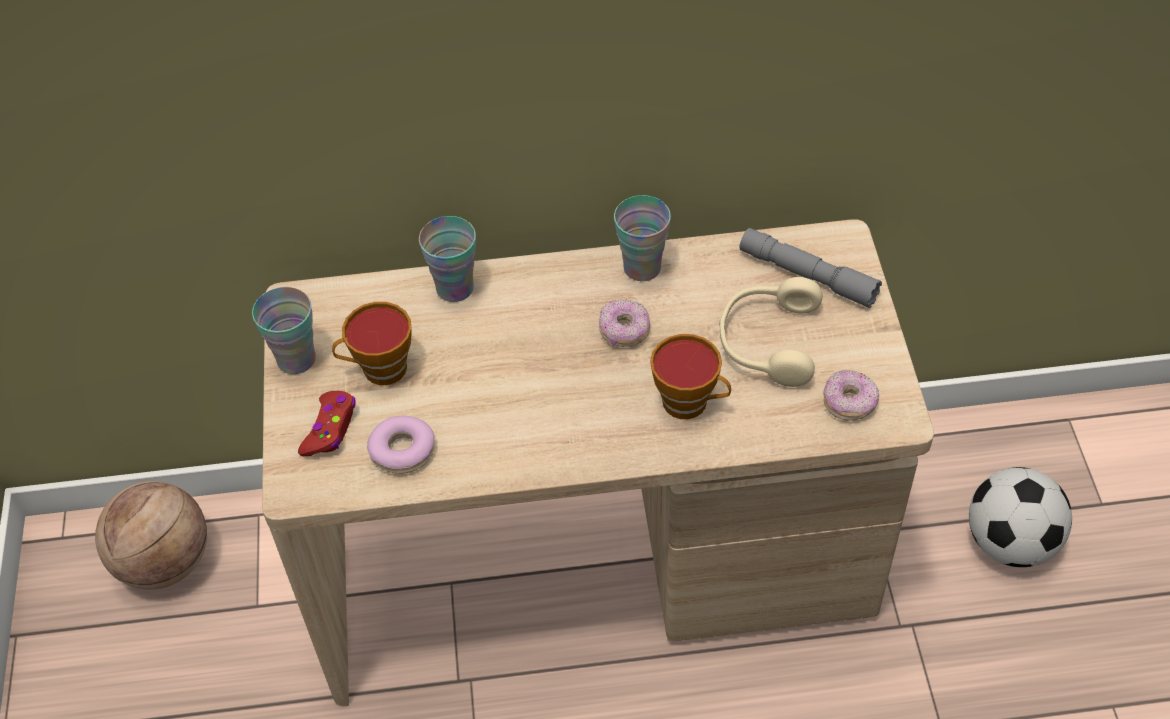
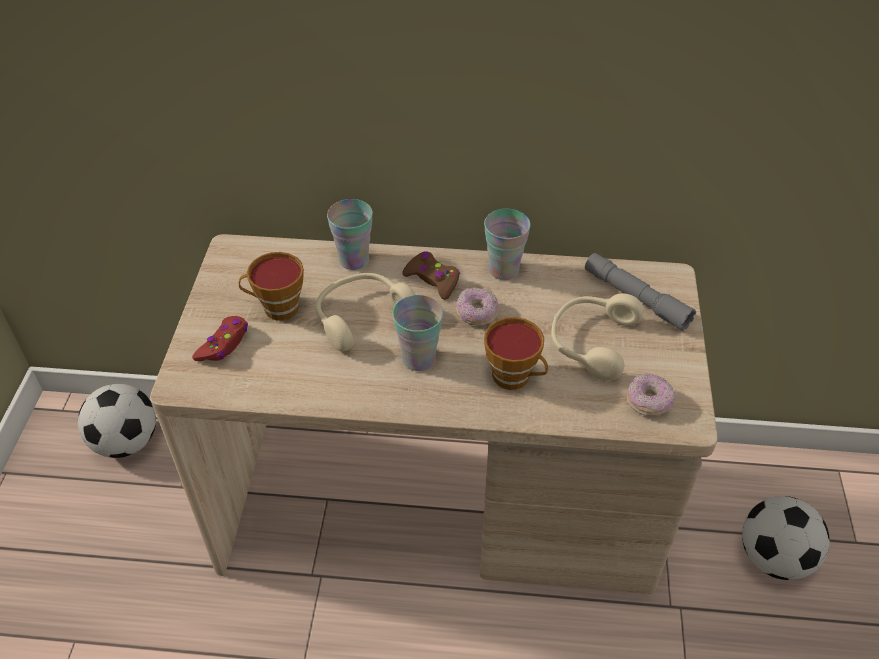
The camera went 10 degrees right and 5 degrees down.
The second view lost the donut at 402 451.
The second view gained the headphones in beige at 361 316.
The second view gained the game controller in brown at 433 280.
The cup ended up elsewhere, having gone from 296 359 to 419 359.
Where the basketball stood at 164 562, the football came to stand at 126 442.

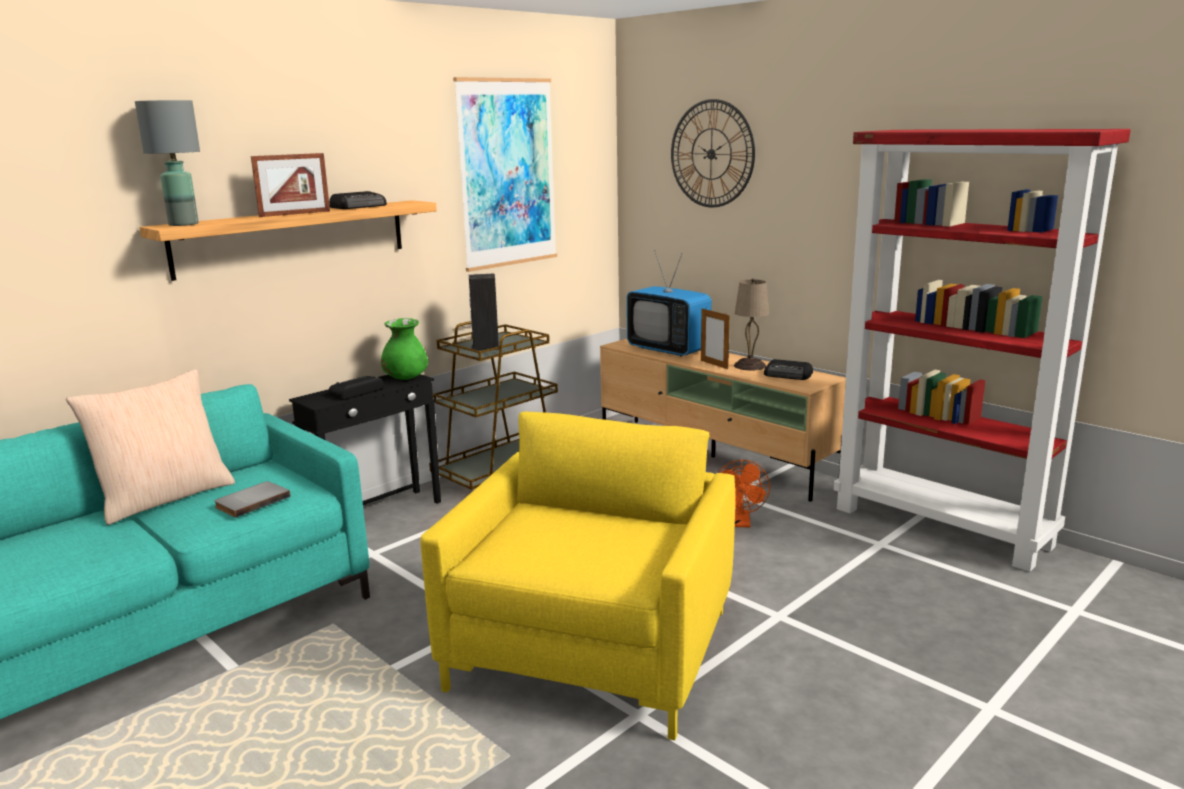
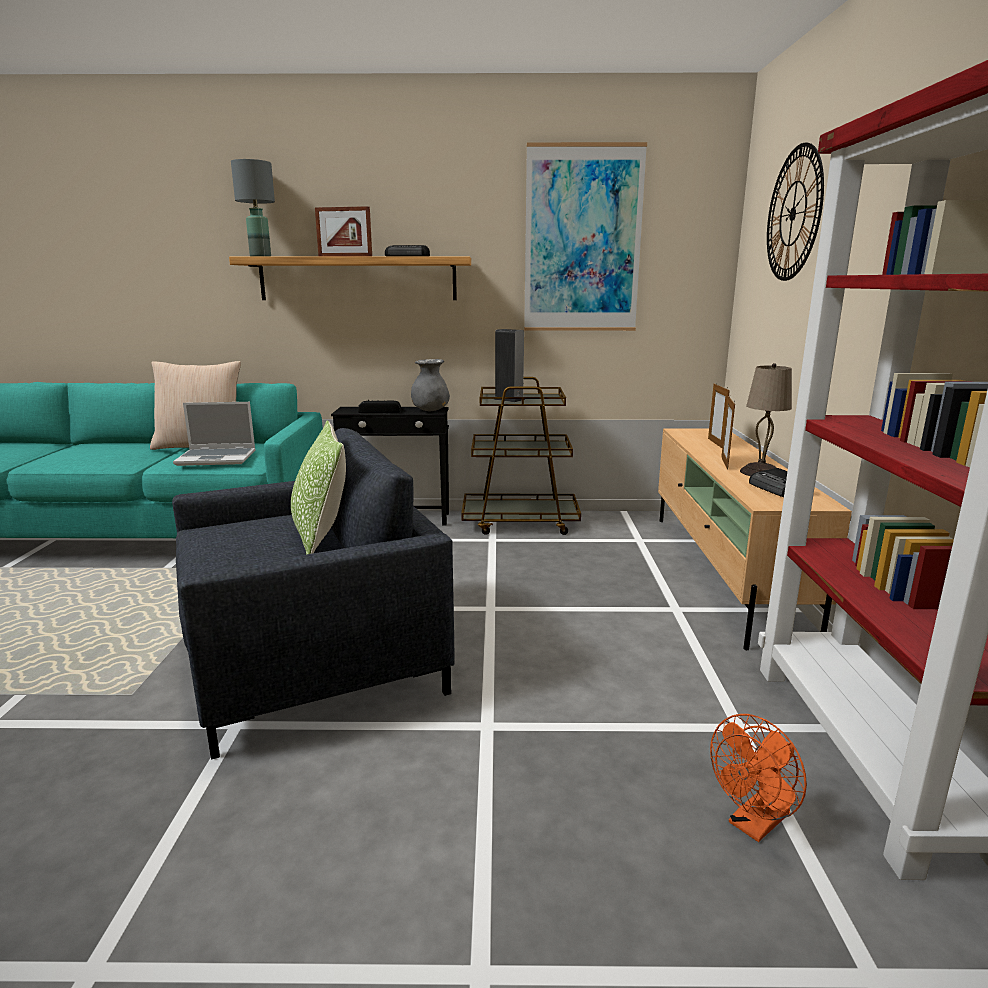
The camera went 45 degrees right and 0 degrees up.
The second view gained the pillow at 321 536.
The fan in orange ended up elsewhere, having gone from 741 523 to 753 825.
Where the book in grey stood at 251 501, the laptop came to stand at 217 458.
Where the television stood at 668 350, the picture frame came to stand at 715 443.
What was the vase in green at 405 378 turned into the vase in grey at 430 410.
What was the armchair in yellow at 593 649 turned into the armchair in grey at 314 663.

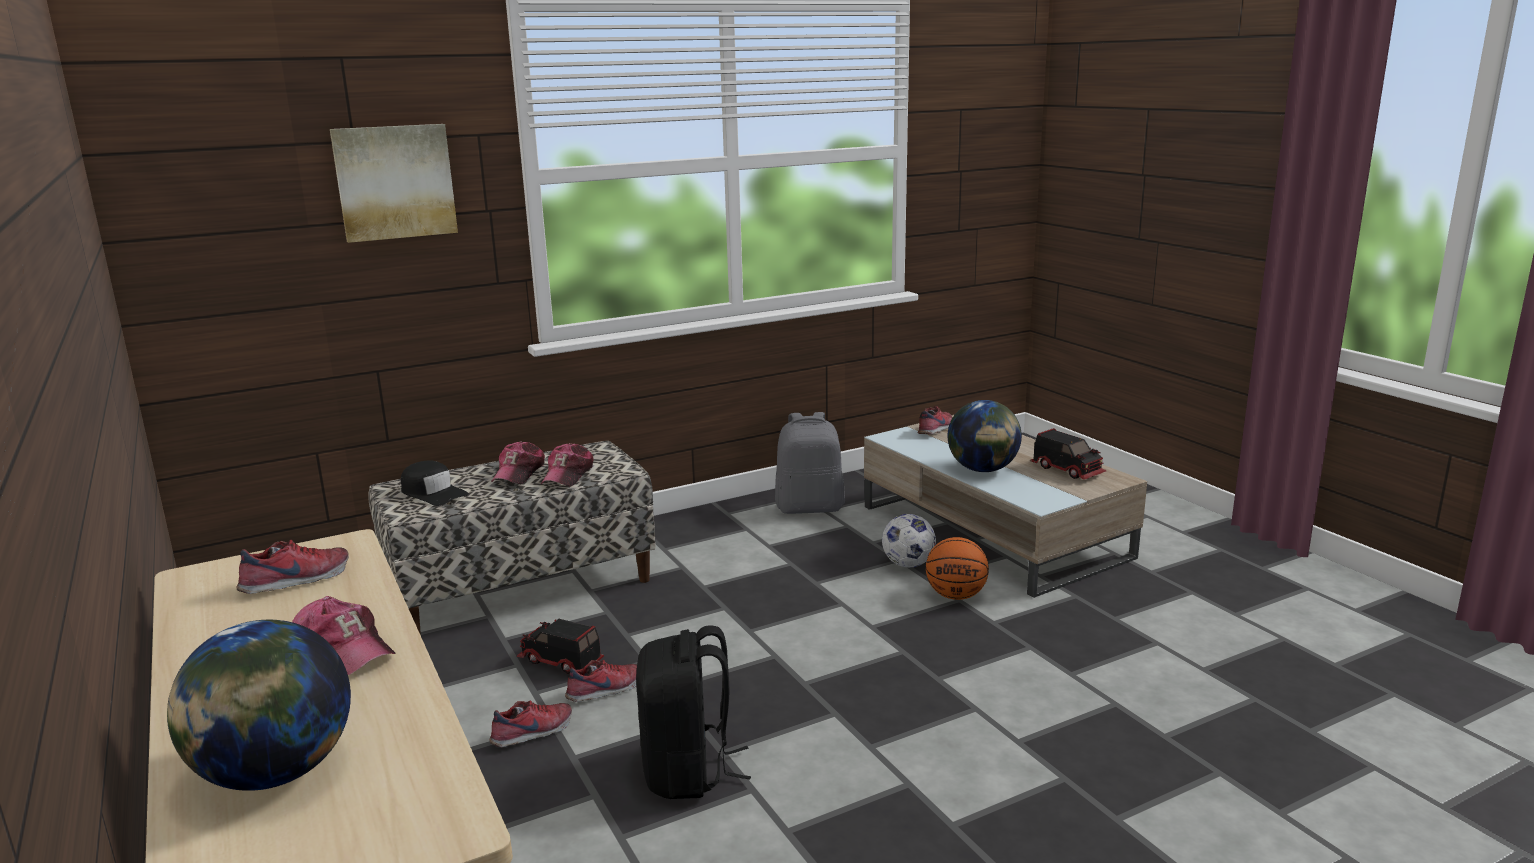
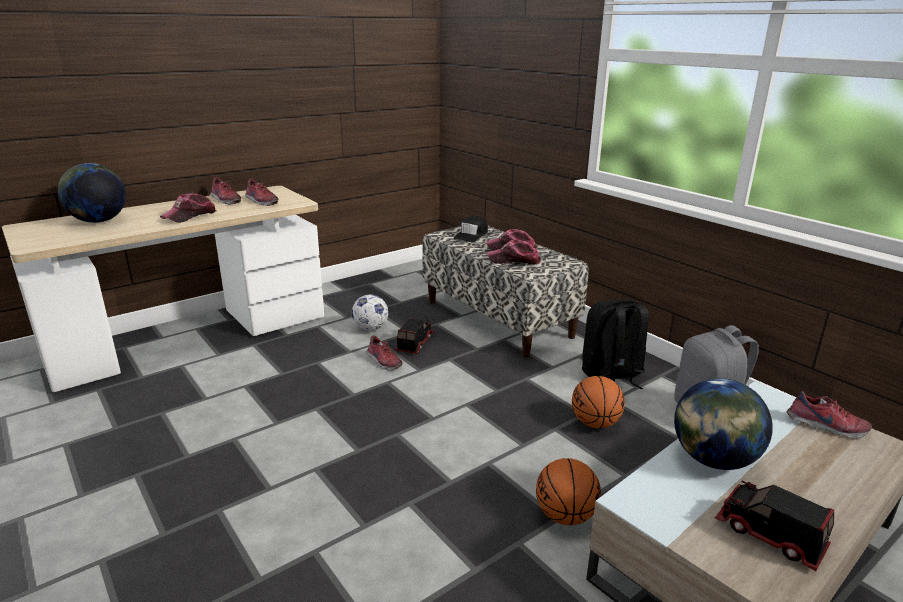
The camera went 80 degrees right and 5 degrees up.
The second view lost the picture at 395 182.
The second view gained the basketball at 595 423.
The shoe ended up elsewhere, having gone from 533 733 to 224 200.
The backpack in black ended up elsewhere, having gone from 689 771 to 611 375.
The football ended up elsewhere, having gone from 908 564 to 371 328.
The toy truck at 1067 470 ended up facing another way, 90 degrees clockwise from before.

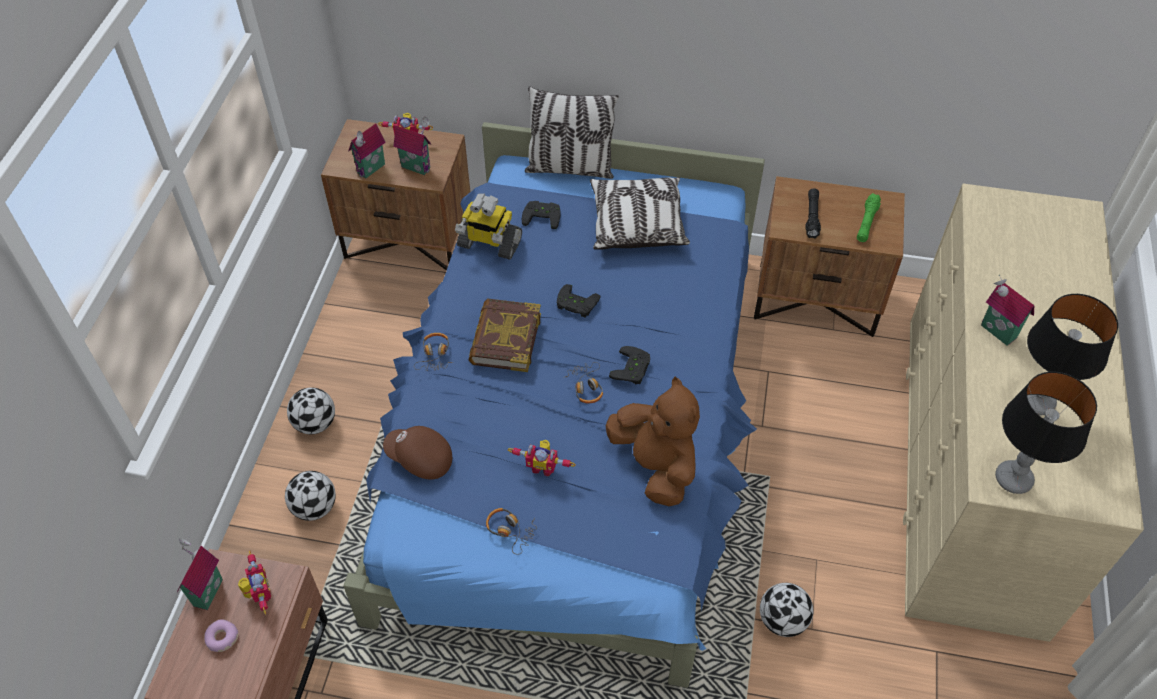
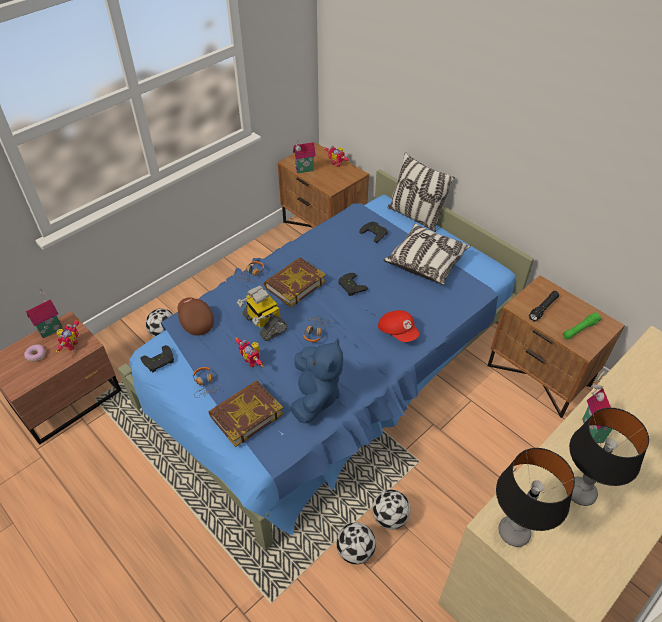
The camera went 35 degrees right and 5 degrees down.
The second view lost the toy house at 417 166.
The second view gained the book at 246 415.
The second view gained the cap in red at 398 331.
The football ended up elsewhere, having gone from 315 423 to 390 517.
The toy robot ended up elsewhere, having gone from 489 243 to 263 323.
The game controller in black ended up elsewhere, having gone from 633 369 to 159 362.
What was the plush toy in brown at 655 466 turned into the plush toy in blue at 315 396.

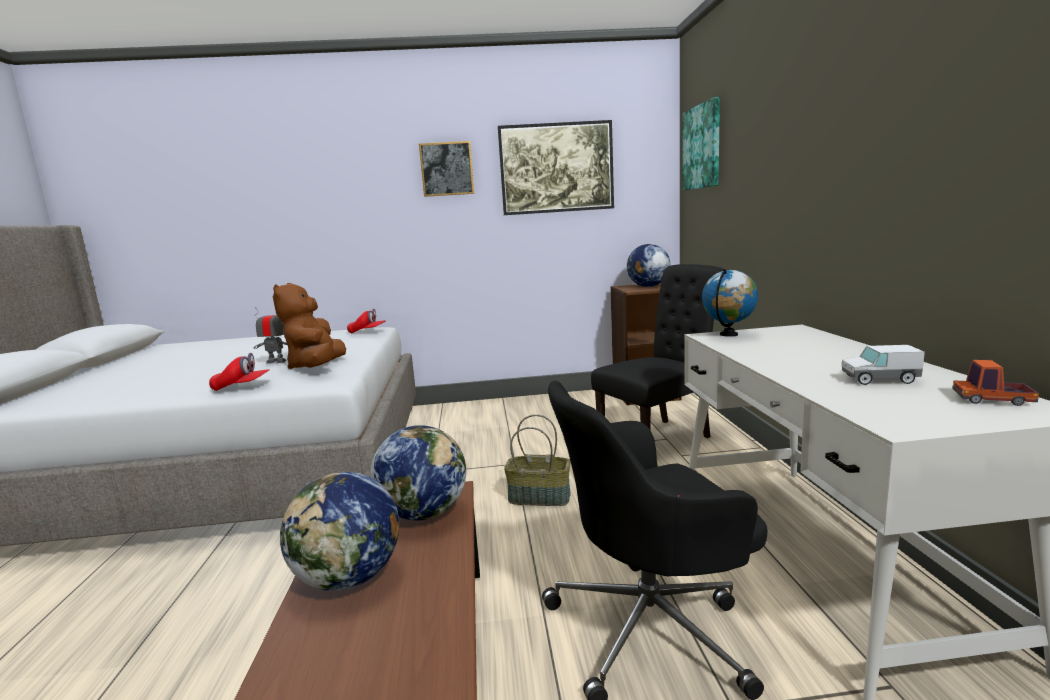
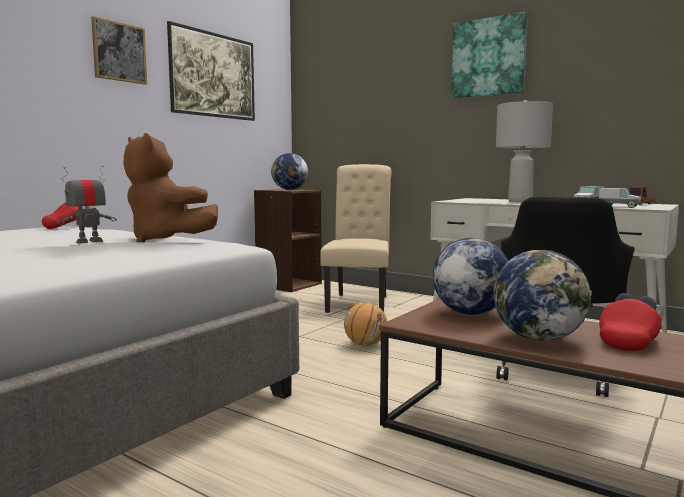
The camera went 50 degrees left and 5 degrees down.
The second view lost the globe at 729 334.
The second view gained the table lamp in grey at 520 201.
The second view gained the toy truck at 619 206.
The cap in red ended up elsewhere, having gone from 241 387 to 628 341.
The picture ended up elsewhere, having gone from 702 147 to 488 57.
Where the basket stood at 540 497, the basketball came to stand at 365 345.
What was the chair in black at 660 438 turned into the chair in beige at 359 302.

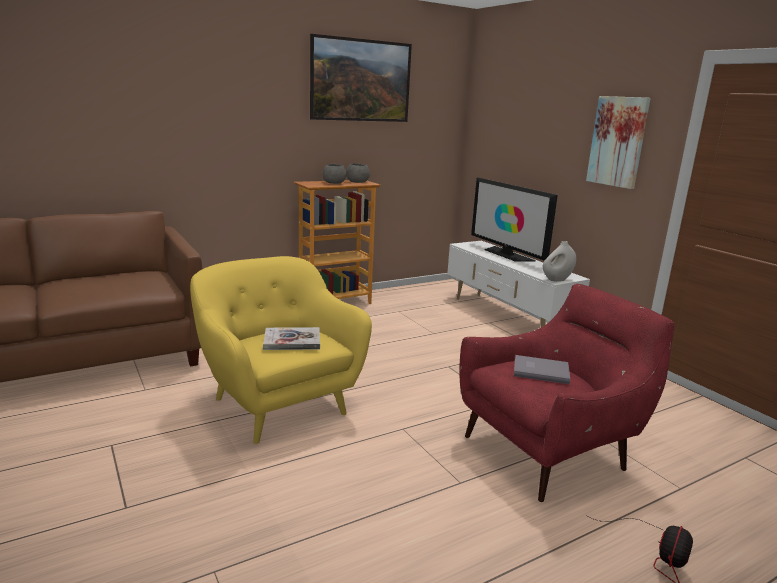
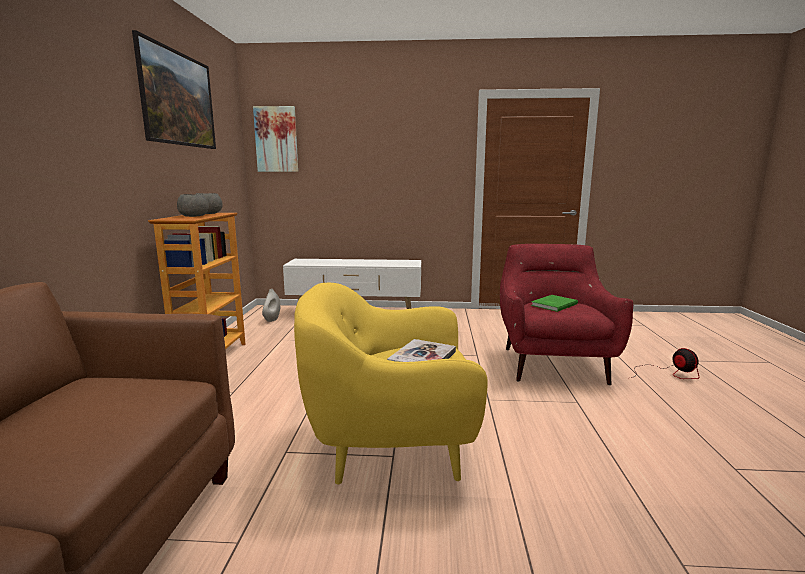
The camera went 55 degrees left and 5 degrees down.
The second view lost the television at 507 254.
The vase in white ended up elsewhere, having gone from 557 280 to 272 319.
The picture ended up elsewhere, having gone from 618 141 to 276 139.
What was the book in grey at 540 370 turned into the book in green at 553 304.

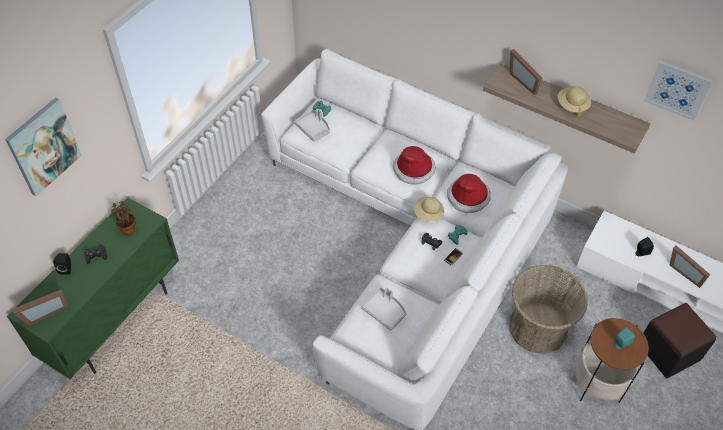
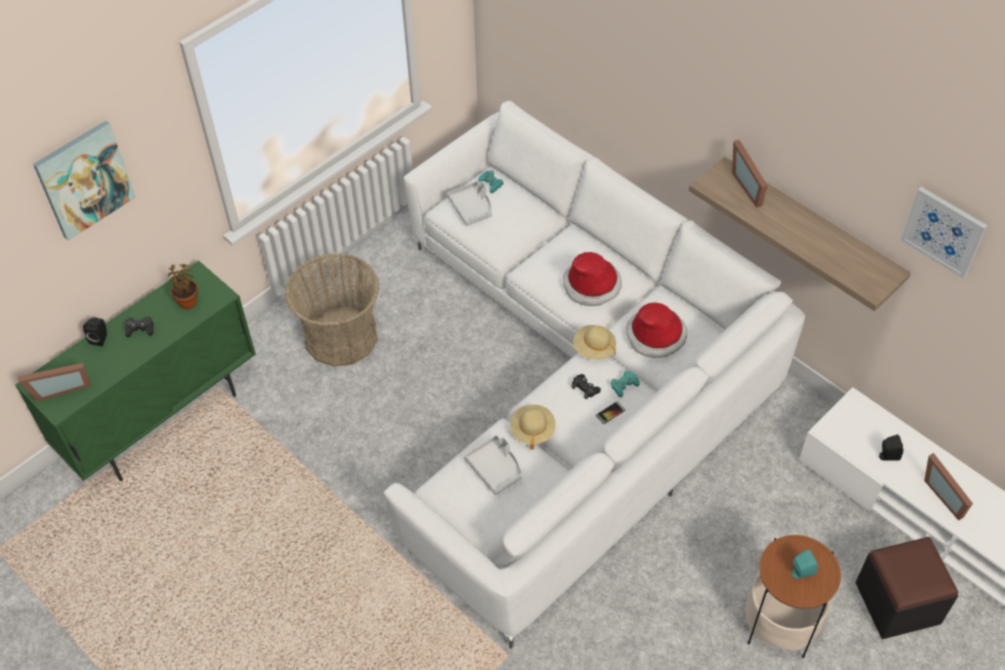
The camera went 15 degrees right and 0 degrees up.
The basket ended up elsewhere, having gone from 538 327 to 341 336.
The hat in beige ended up elsewhere, having gone from 572 105 to 532 430.

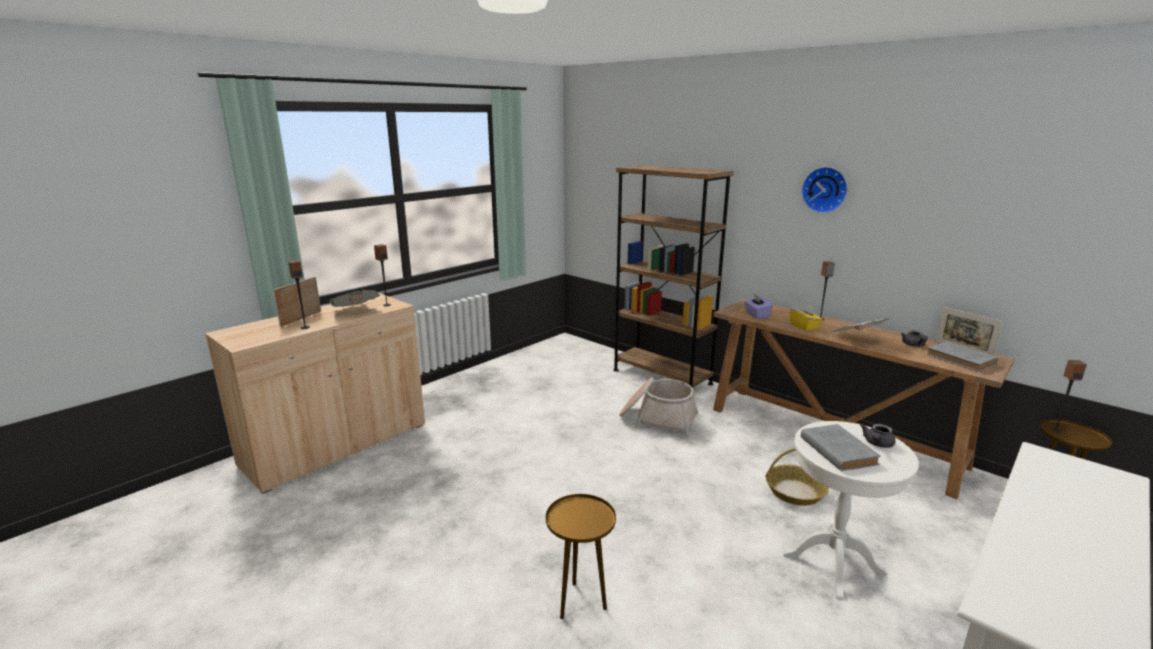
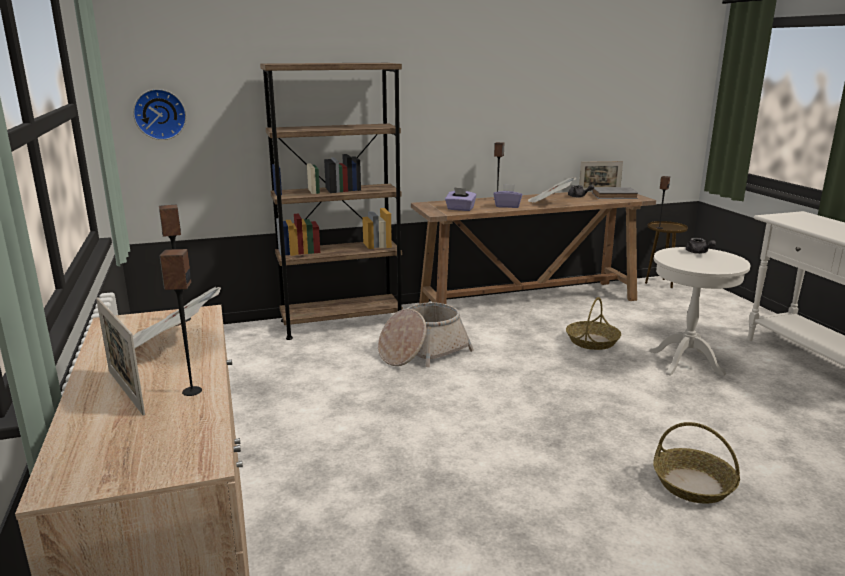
The camera went 60 degrees left and 0 degrees up.
The second view lost the book in grey at 836 450.
The wall clock ended up elsewhere, having gone from 825 189 to 160 114.
Where the side table in brown stood at 580 603, the basket came to stand at 693 485.
What was the tissue box in yellow at 804 327 turned into the tissue box in purple at 507 206.

